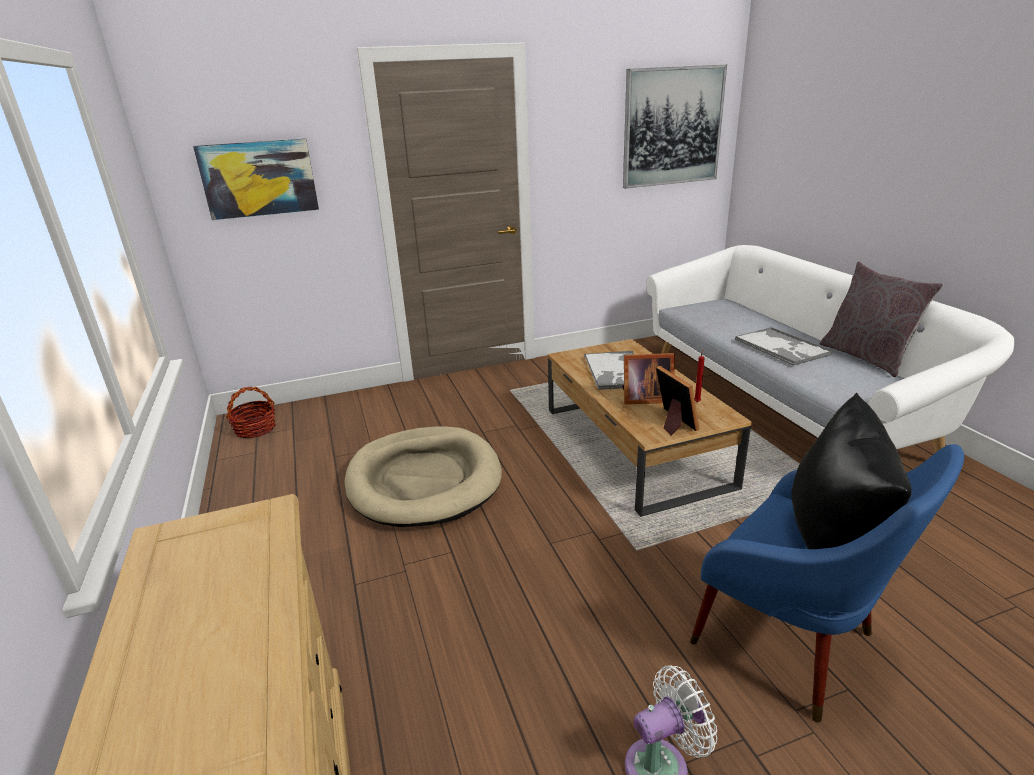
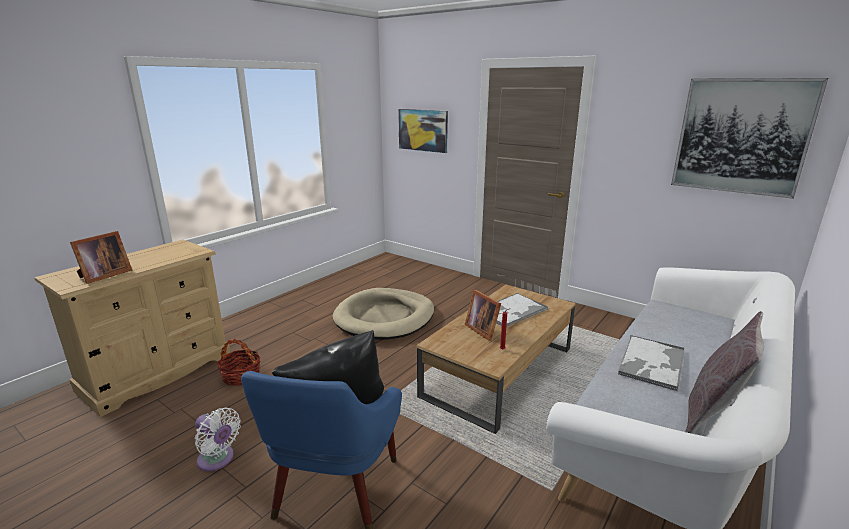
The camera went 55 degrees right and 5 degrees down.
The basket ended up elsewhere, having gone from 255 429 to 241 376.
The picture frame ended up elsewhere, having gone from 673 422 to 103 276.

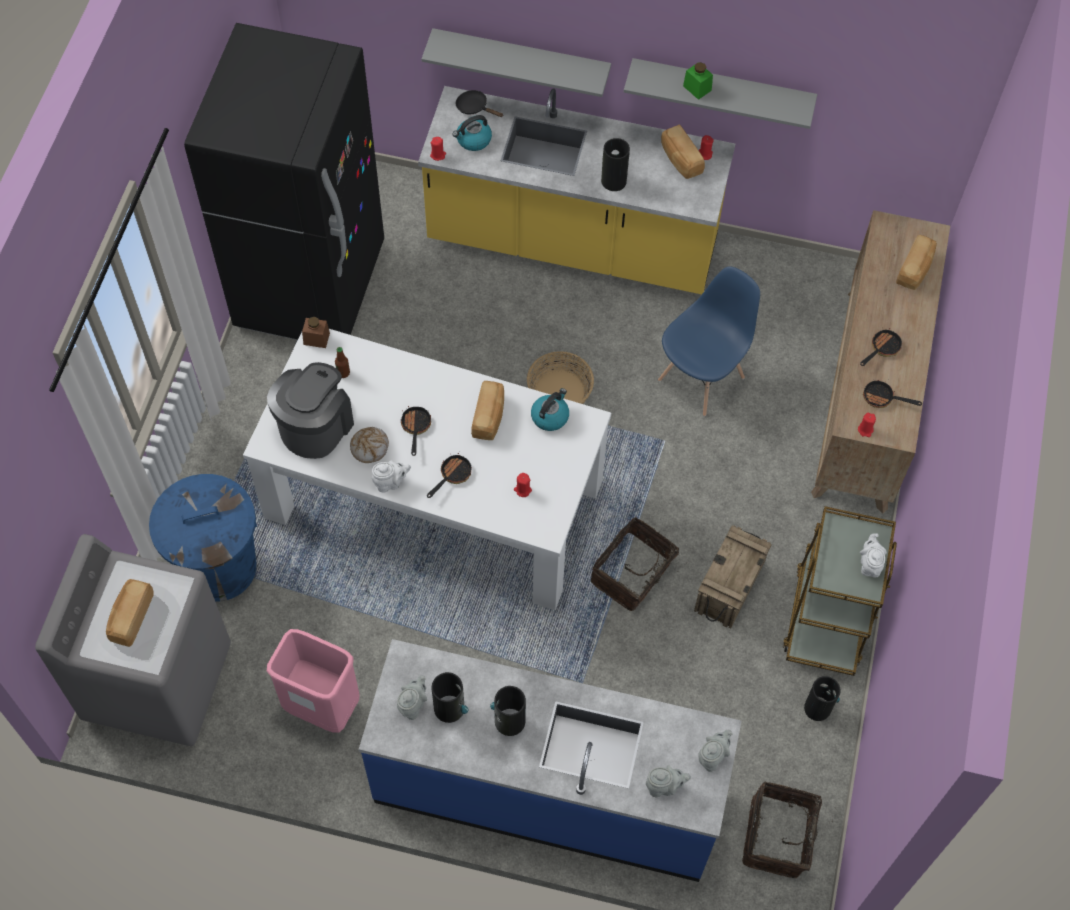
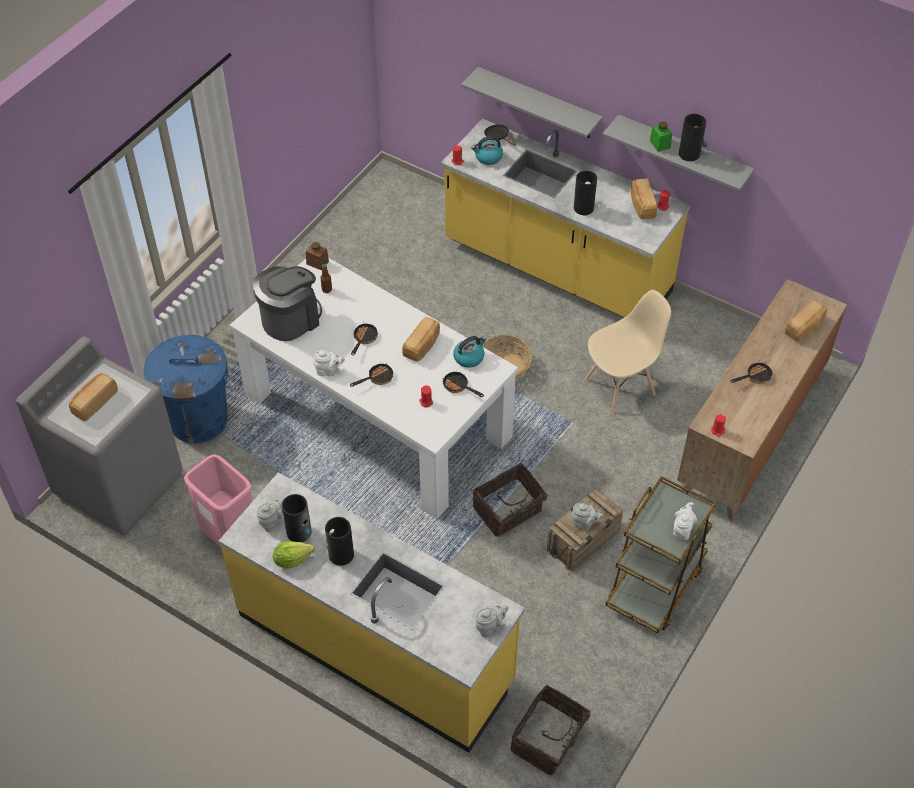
The camera went 20 degrees right and 10 degrees down.
The second view lost the fridge in black at 310 285.
The second view lost the bread at 370 447.
The second view gained the lettuce at 292 560.
The teapot in grey ended up elsewhere, having gone from 664 787 to 584 523.
The vase ended up elsewhere, having gone from 817 707 to 689 154.
The frying pan ended up elsewhere, having gone from 882 398 to 458 387.
What was the counter in blue at 547 790 turned into the counter in yellow at 376 647.
What was the chair in blue at 702 378 turned into the chair in beige at 620 386.

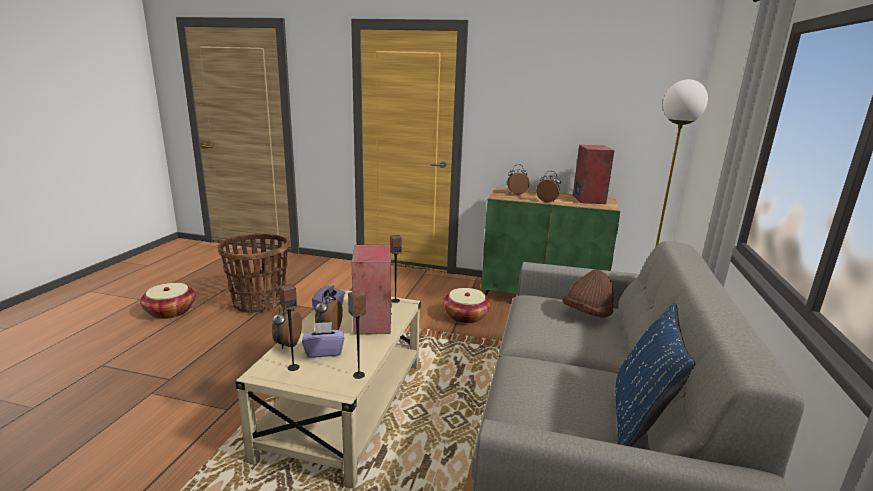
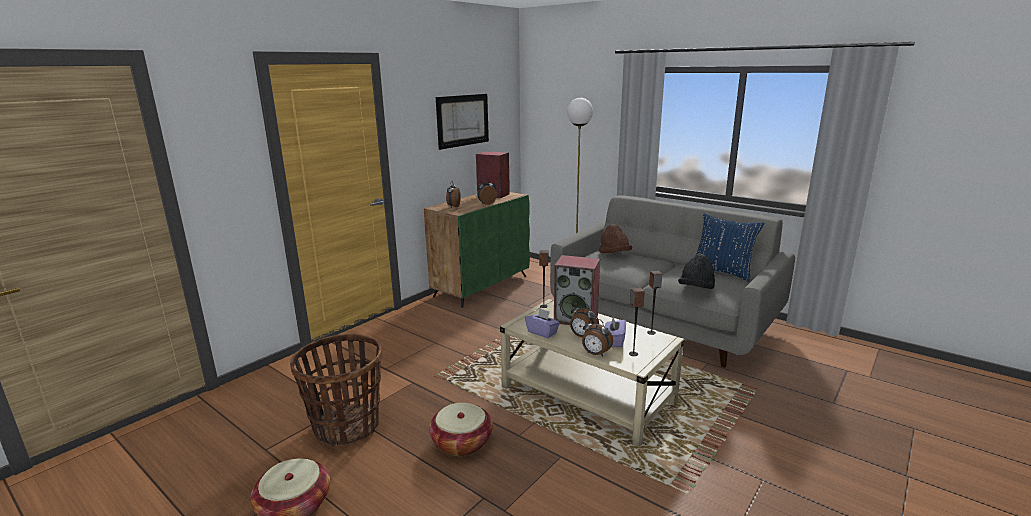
The camera went 65 degrees left and 0 degrees up.
The second view gained the picture at 463 120.
The second view gained the hat in black at 696 289.
The basket ended up elsewhere, having gone from 466 316 to 461 442.

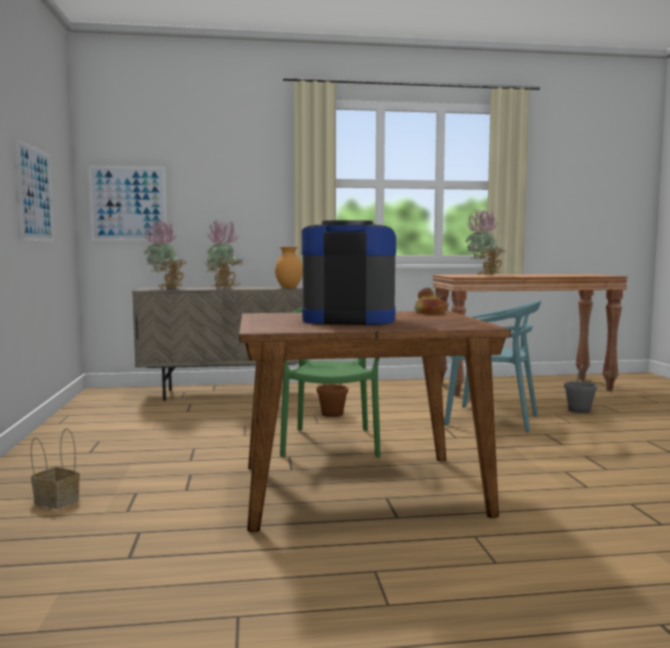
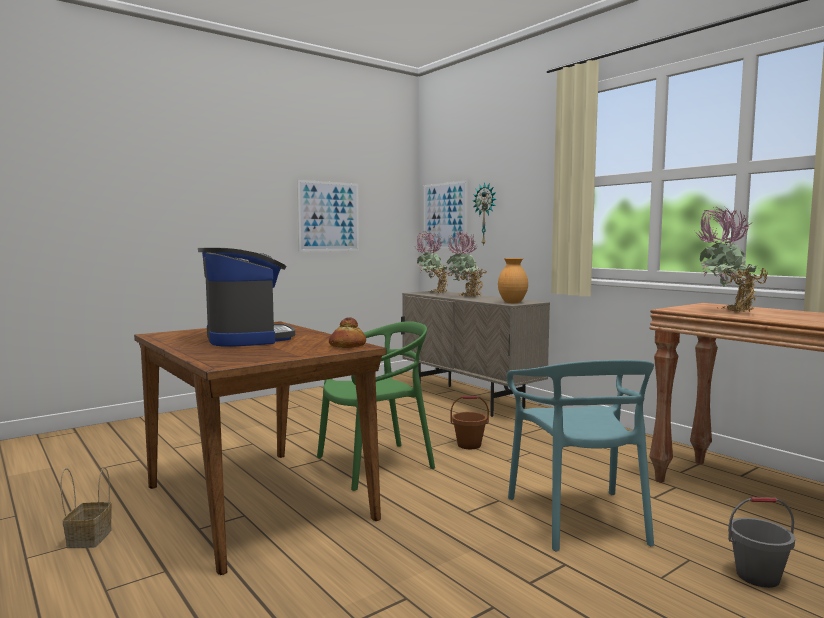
The camera went 60 degrees right and 0 degrees up.
The second view gained the wall clock at 486 214.
The basket ended up elsewhere, having gone from 55 501 to 89 537.

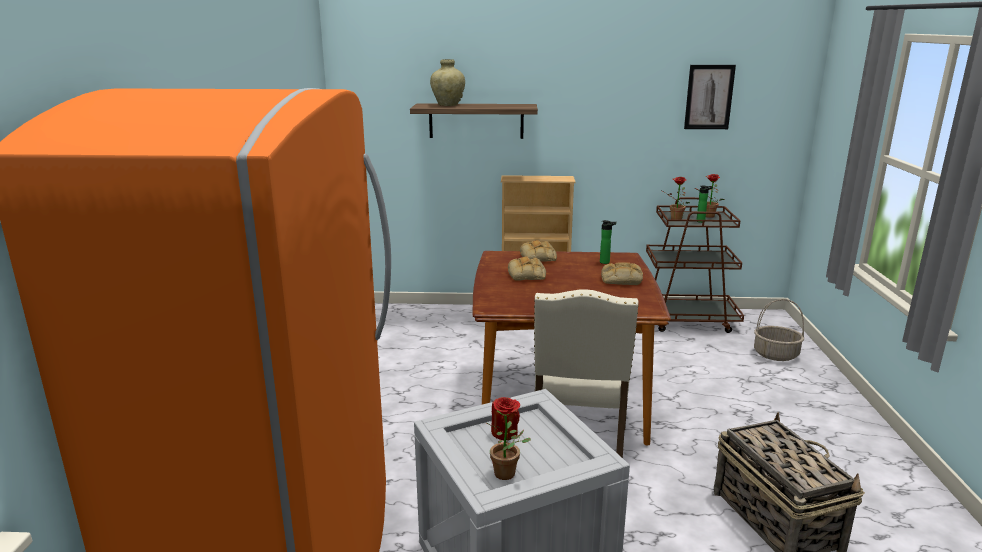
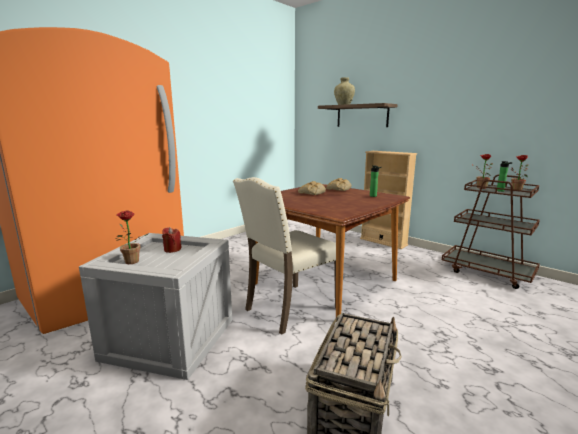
The camera went 40 degrees right and 5 degrees down.
The second view lost the bread at 621 279.
The second view lost the picture at 709 97.
The second view lost the basket at 775 354.

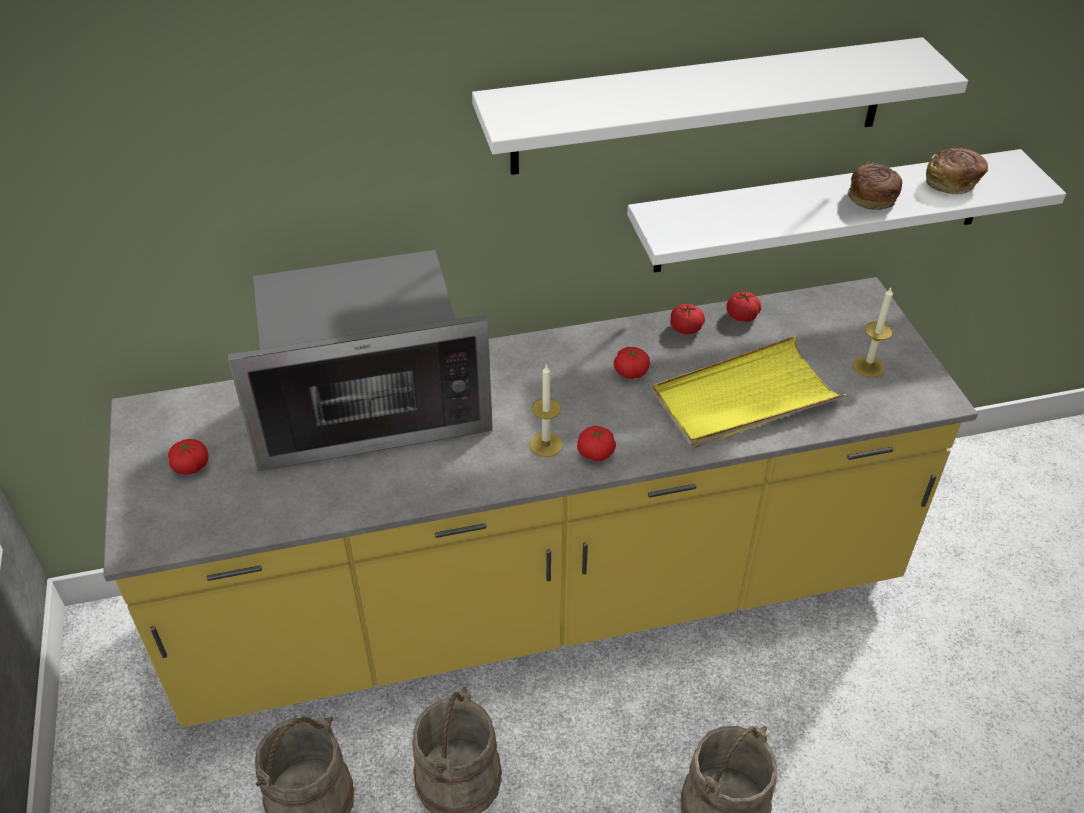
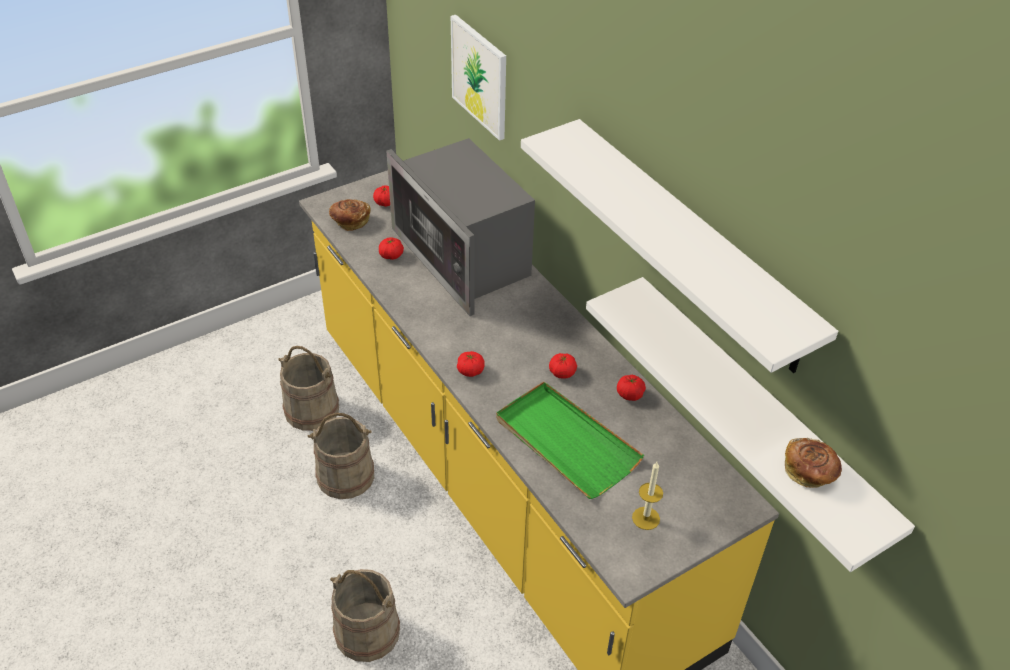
The camera went 70 degrees right and 0 degrees up.
The second view lost the candle at 546 444.
The second view gained the picture at 480 76.
The tomato ended up elsewhere, having gone from 742 316 to 391 255.
The bread ended up elsewhere, having gone from 872 199 to 350 221.
What was the tray in yellow at 744 398 turned into the tray in green at 565 442.

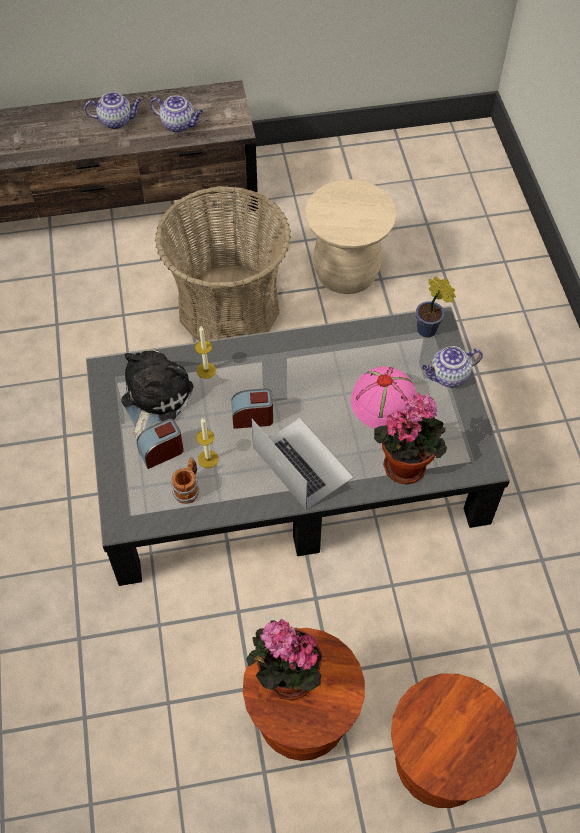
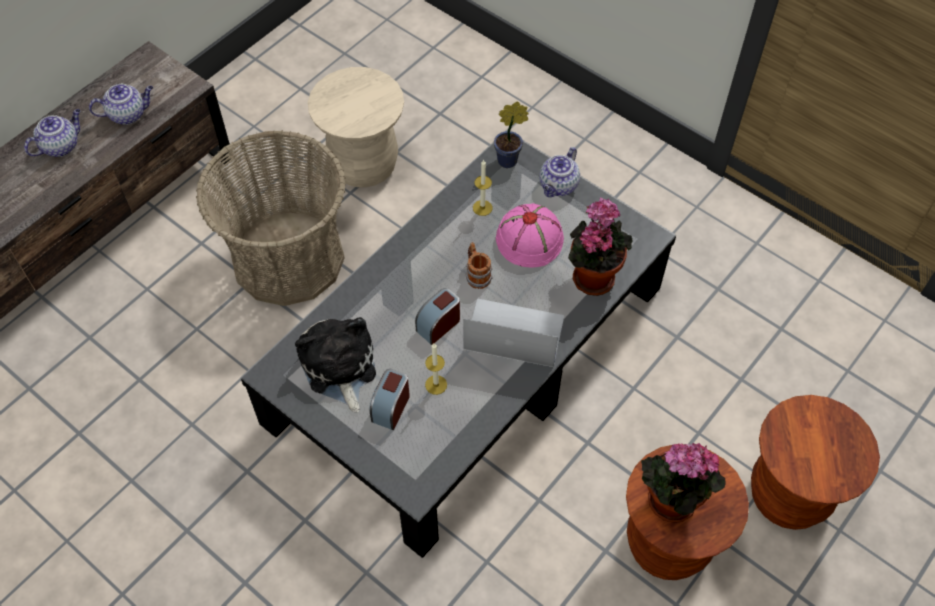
The camera went 40 degrees left and 0 degrees up.
The mug ended up elsewhere, having gone from 188 488 to 477 274.
The candle ended up elsewhere, having gone from 206 370 to 482 208.

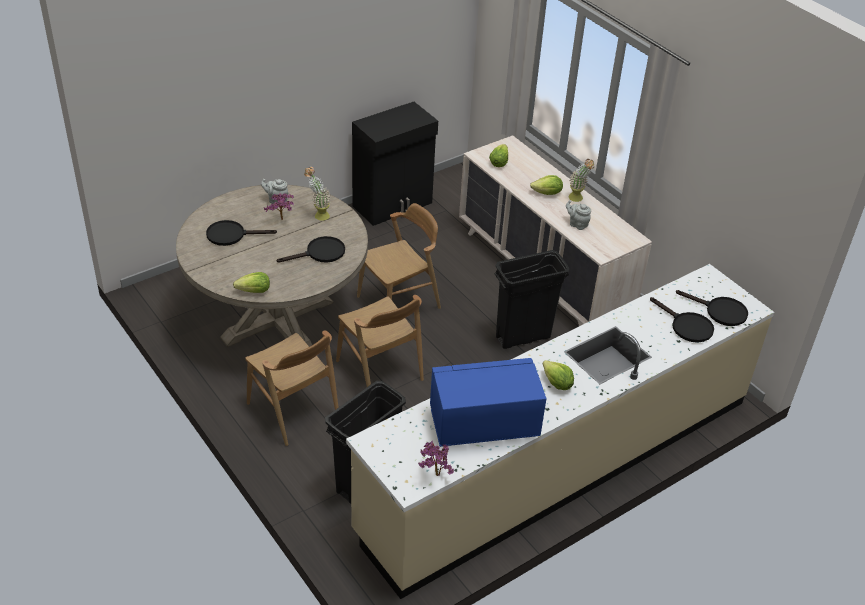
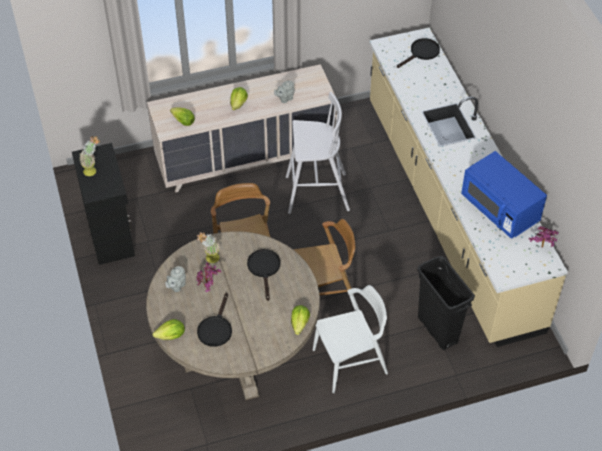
The camera went 70 degrees left and 10 degrees up.
The second view lost the frying pan in black at 686 326.
The lettuce ended up elsewhere, having gone from 557 384 to 171 336.
The potted plant ended up elsewhere, having gone from 578 199 to 93 170.
Where the trash can in black stood at 522 337, the stool in white came to stand at 315 193.
What was the chair in brown at 293 410 turned into the chair in white at 350 362.
The microwave in blue at 484 423 ended up facing another way, 45 degrees counterclockwise from before.

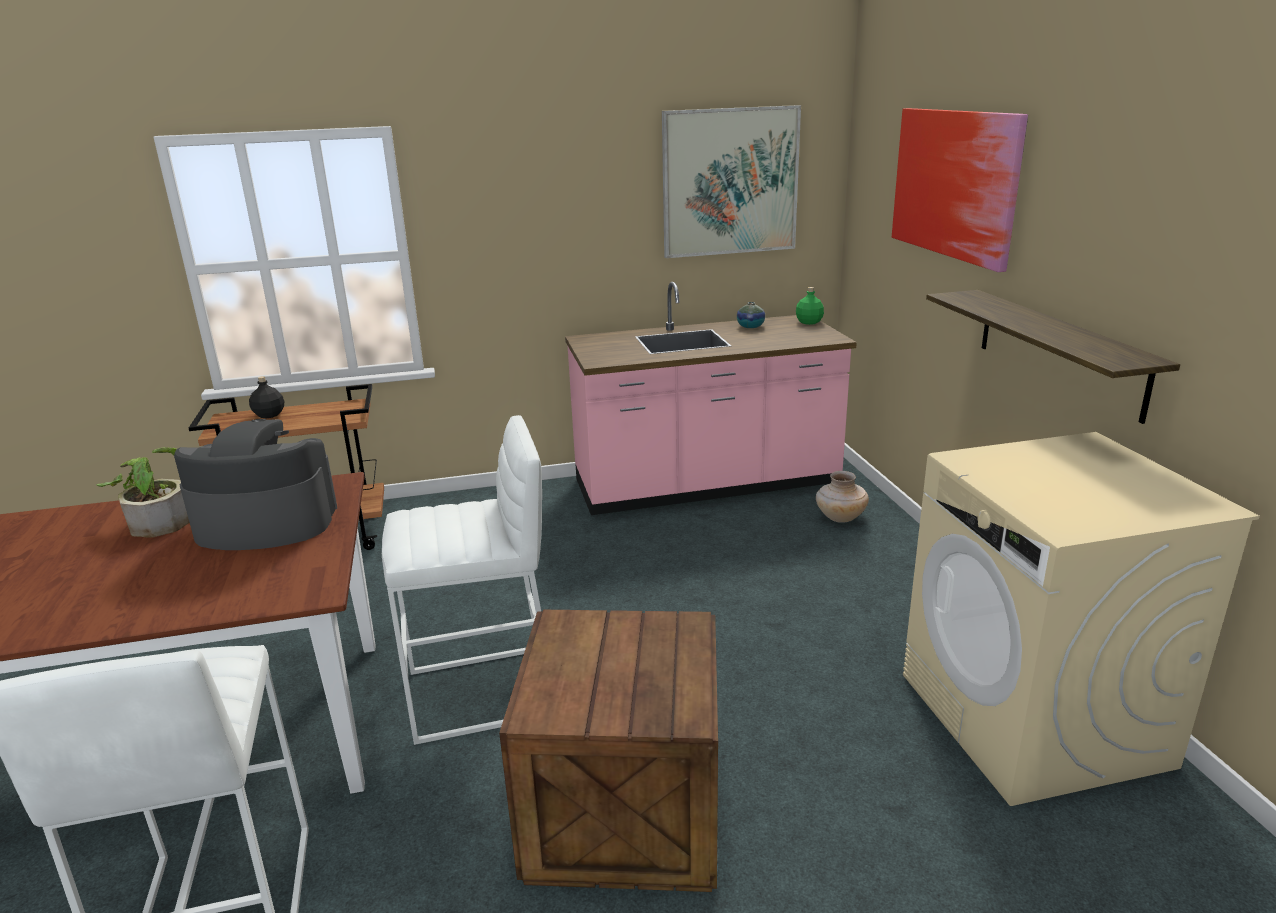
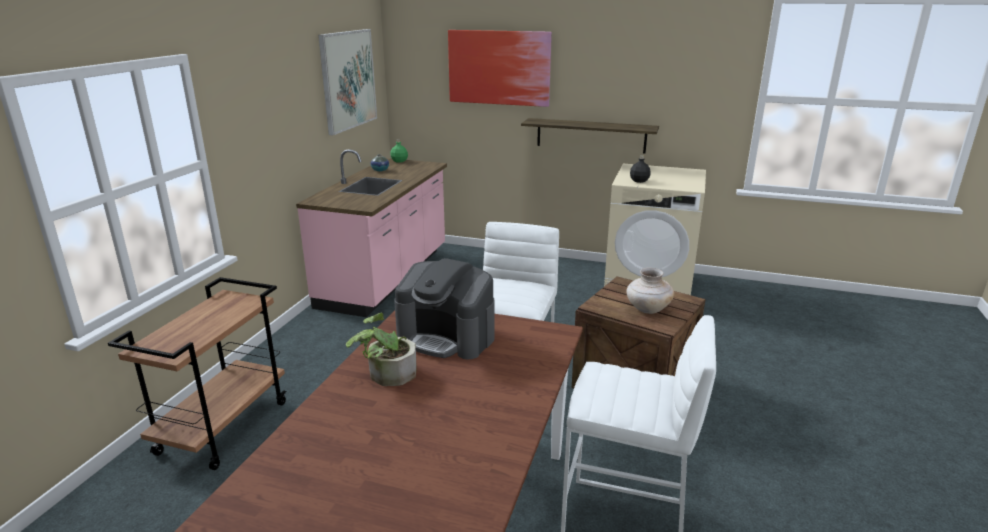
The camera went 60 degrees left and 0 degrees up.
The bottle in black ended up elsewhere, having gone from 269 415 to 639 181.
The vase in beige ended up elsewhere, having gone from 840 518 to 647 309.
The coffee machine at 266 523 ended up facing another way, 90 degrees counterclockwise from before.

